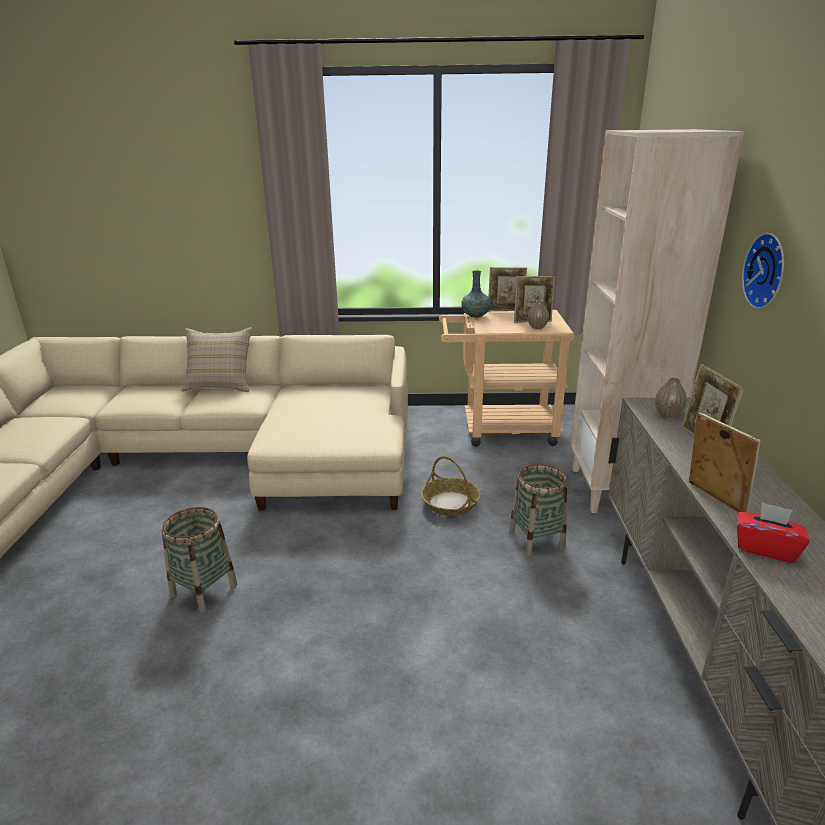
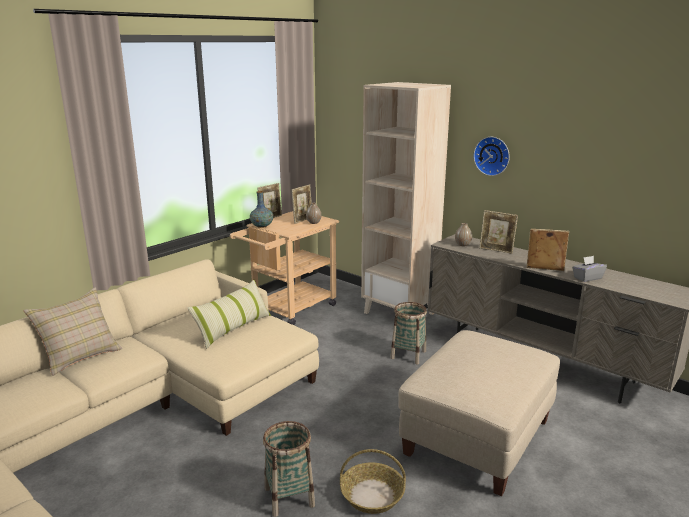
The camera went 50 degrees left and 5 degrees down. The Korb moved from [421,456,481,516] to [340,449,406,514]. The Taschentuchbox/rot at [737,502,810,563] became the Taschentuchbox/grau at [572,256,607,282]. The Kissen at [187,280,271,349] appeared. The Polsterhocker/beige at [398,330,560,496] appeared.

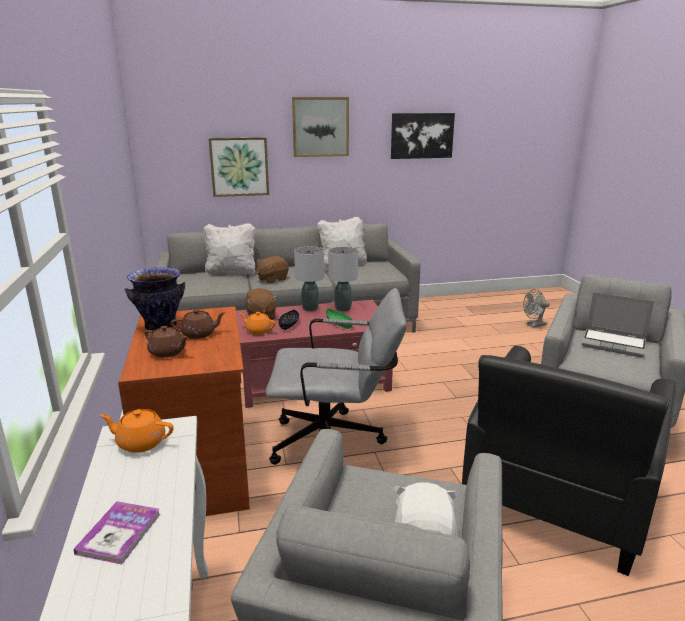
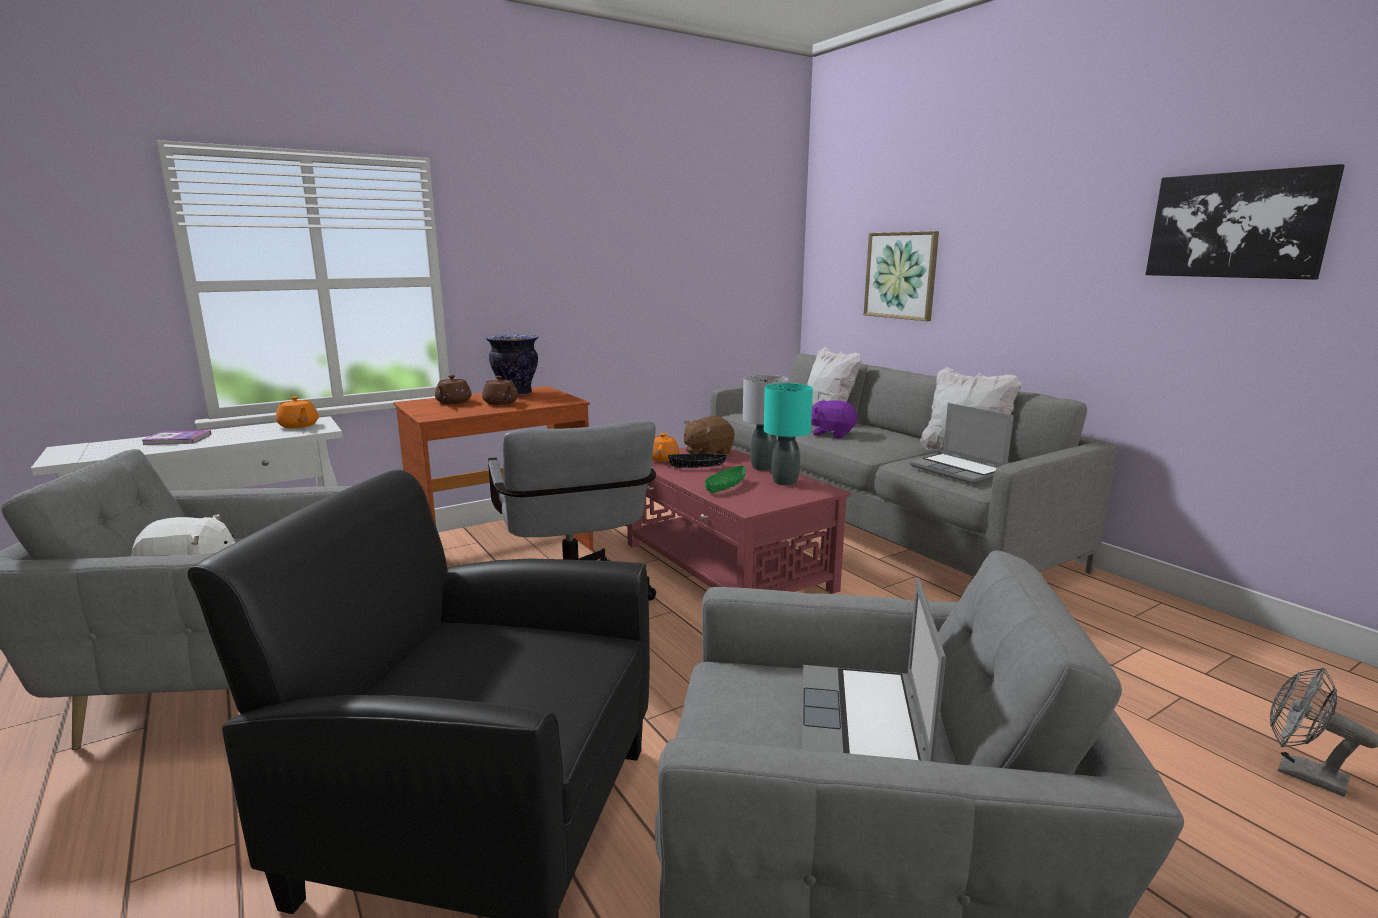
The camera went 70 degrees right and 5 degrees down. The Teekanne/orange at [100,409,174,453] turned 150 degrees clockwise. The Plüschtier/braun at [256,256,289,283] became the Plüschtier/lila at [811,400,857,439]. The Bild at [292,97,349,157] disappeared. The Tischlampe/grau at [328,247,358,311] became the Tischlampe/türkis at [764,383,813,486]. The Laptop at [910,403,1014,484] appeared.

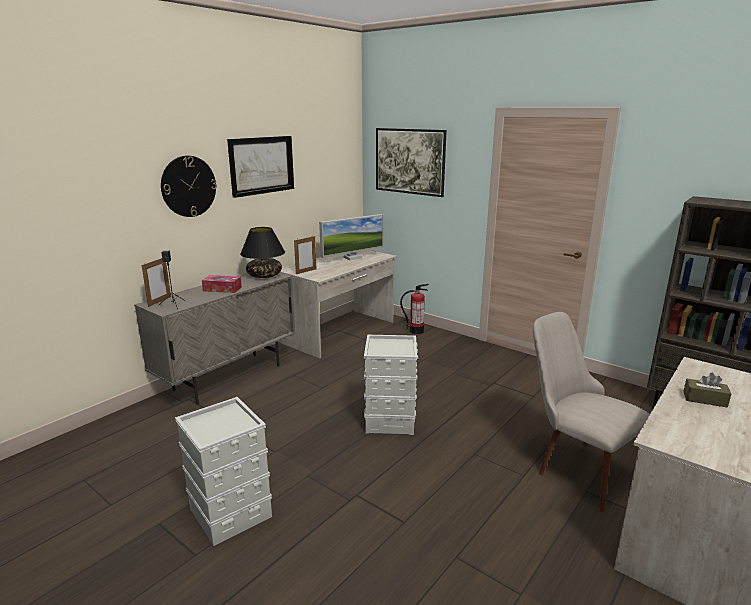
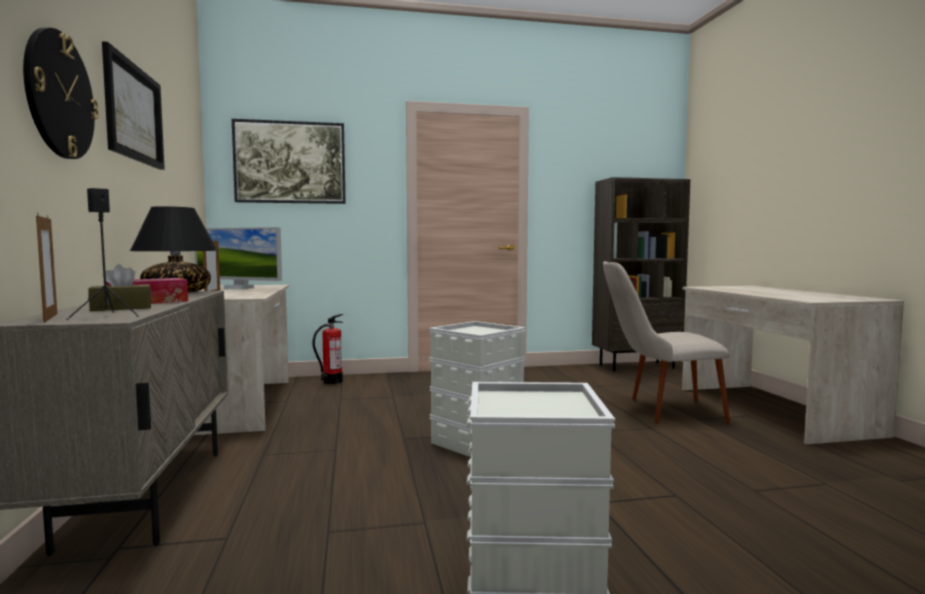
The camera went 50 degrees left and 15 degrees down. The Monitor at [319,214,384,260] turned 105 degrees clockwise. The Taschentuchbox/braun moved from [683,373,731,408] to [88,264,151,311].

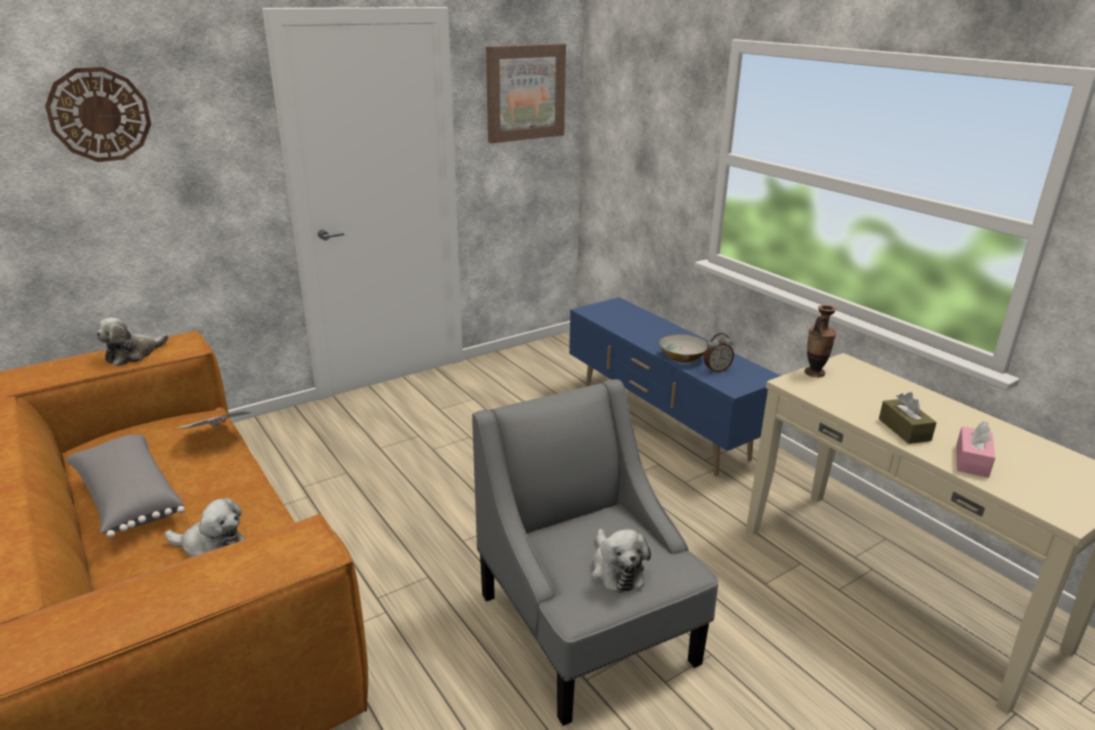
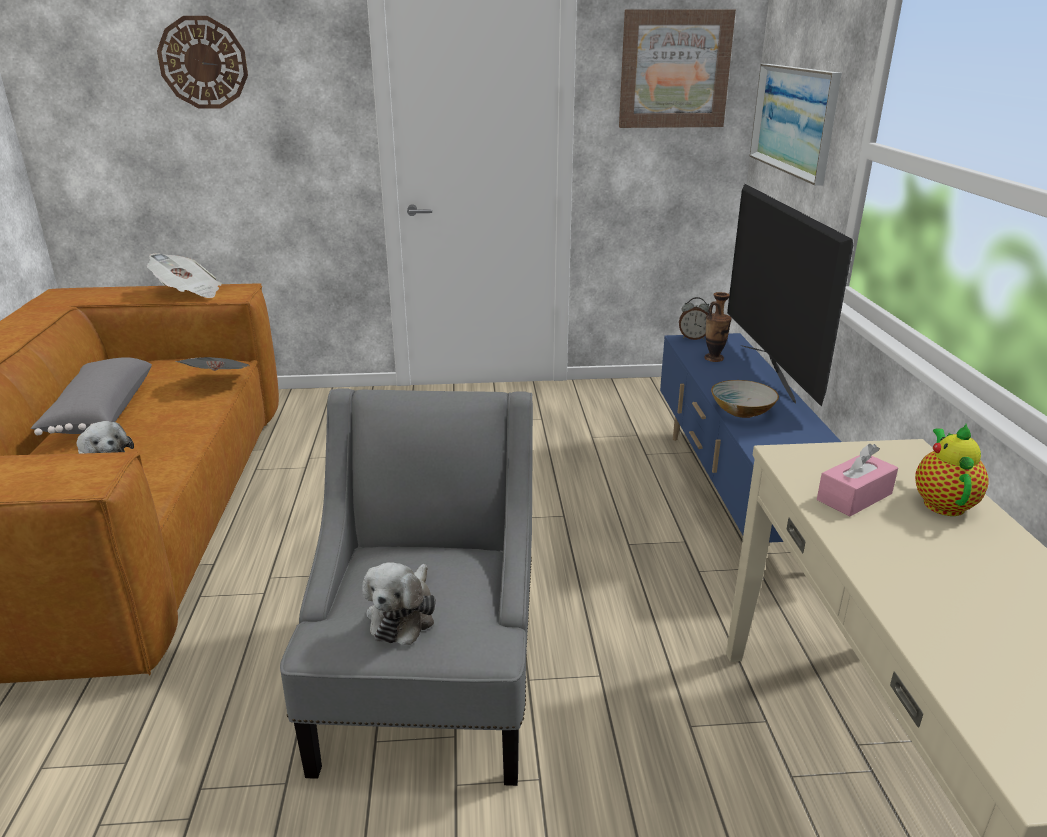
The camera went 30 degrees right and 0 degrees up. The Plüschtier at [96,317,169,366] was replaced by the Zeitung at [147,253,222,298]. The Wecker moved from [704,333,734,372] to [679,297,710,340]. The Vase moved from [804,305,836,377] to [704,292,732,362]. The Taschentuchbox/braun at [879,392,937,444] disappeared. The Taschentuchbox/rosa moved from [956,421,995,478] to [817,444,898,517]. The Fernseher at [727,184,853,407] appeared. The Bild at [750,64,842,186] appeared. The Teekanne at [915,424,989,516] appeared.

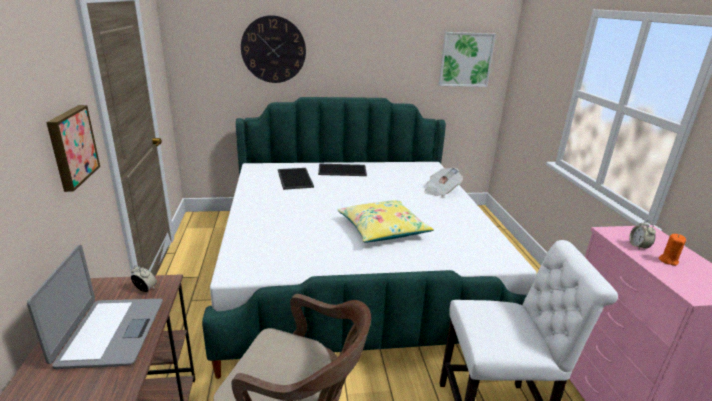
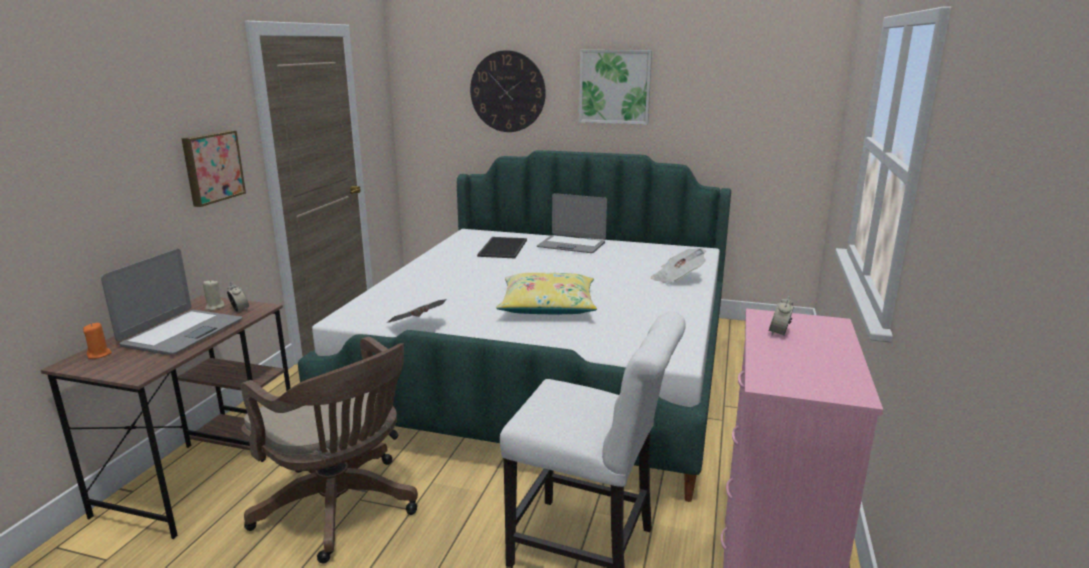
The camera went 25 degrees right and 5 degrees down. The Tablett at [318,164,367,176] was replaced by the Laptop at [537,193,607,253]. The Bild moved from [439,32,496,87] to [579,50,652,125]. The Kerze/orange moved from [659,234,686,266] to [83,323,112,359]. The Kerze/beige at [203,280,225,311] appeared. The Zeitung at [387,299,446,323] appeared.

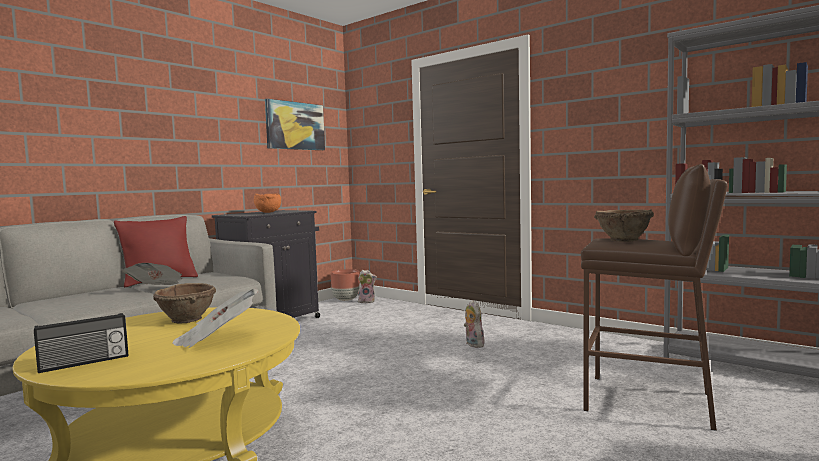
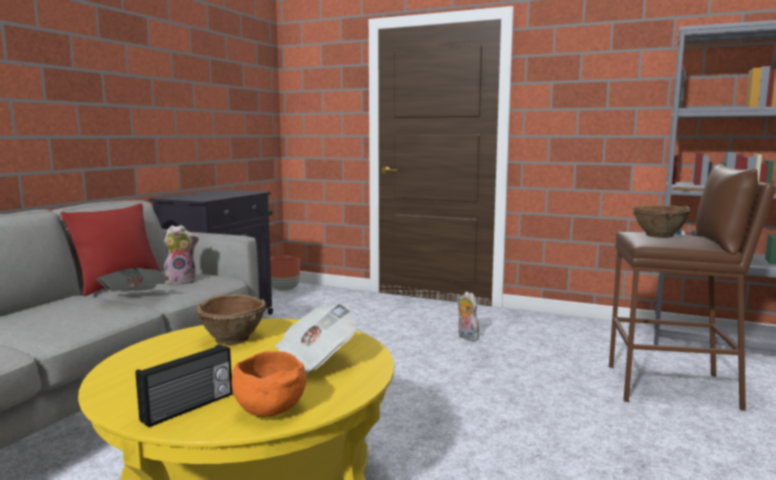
The camera went 15 degrees left and 5 degrees up. The Schüssel/orange moved from [254,194,281,213] to [232,351,307,417]. The Bild at [265,99,325,150] disappeared. The Plüschtier moved from [358,270,377,303] to [164,225,199,285].

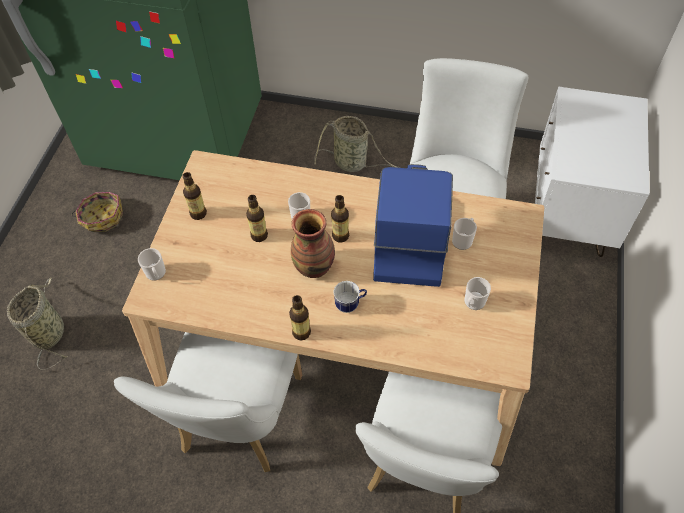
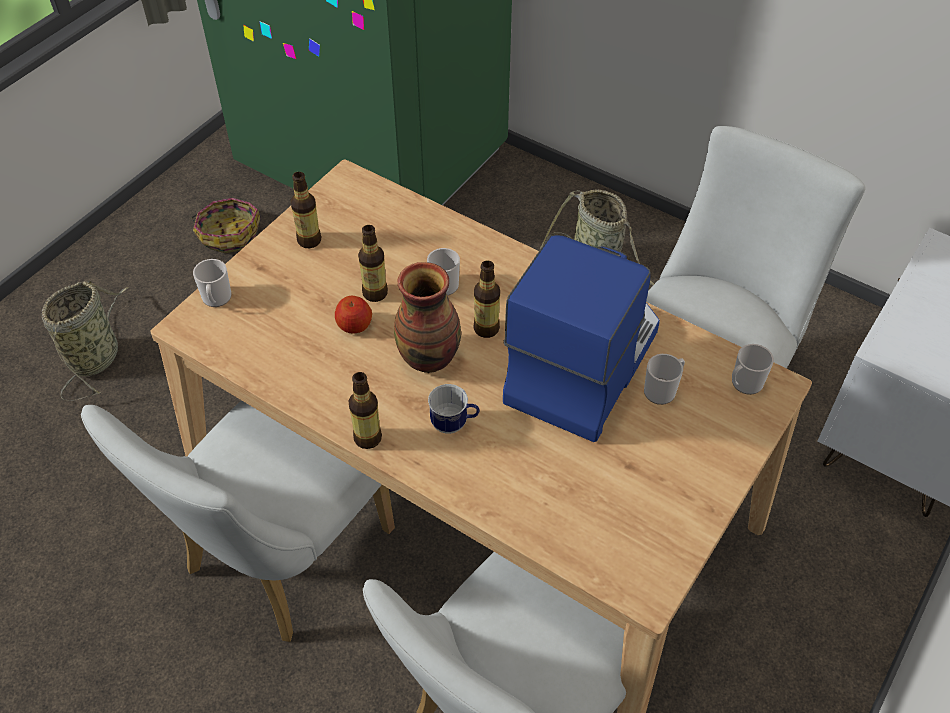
The camera went 20 degrees right and 5 degrees down. The Henkelbecher moved from [464,277,491,310] to [732,344,774,395]. The Apfel at [335,296,372,333] appeared.

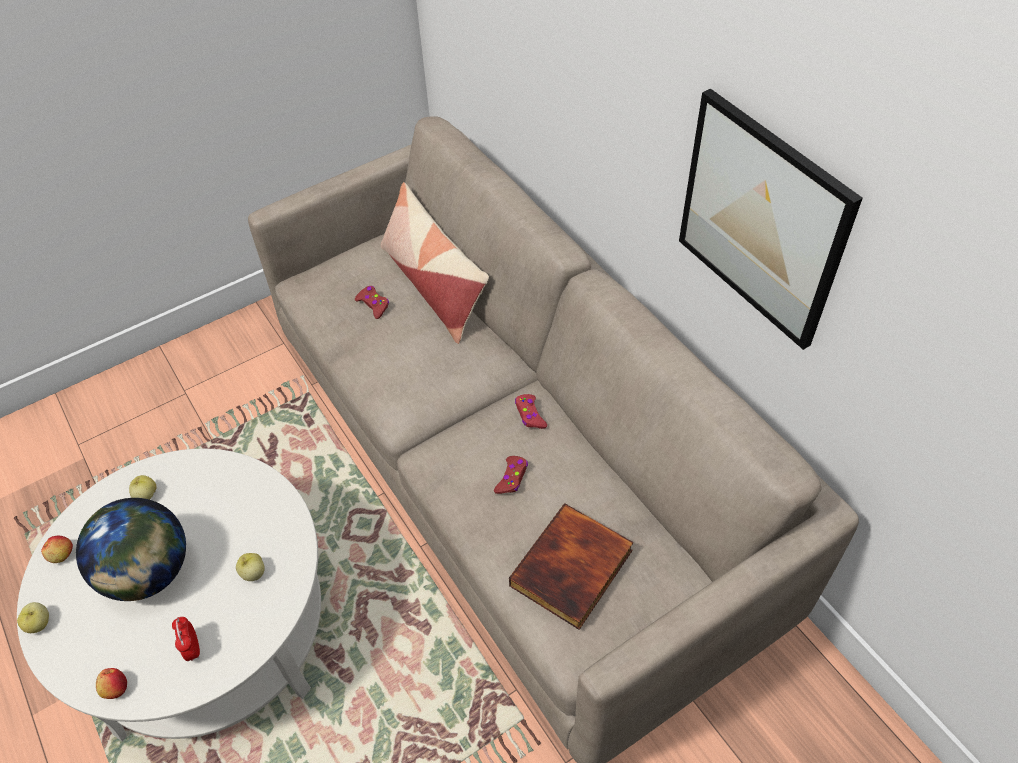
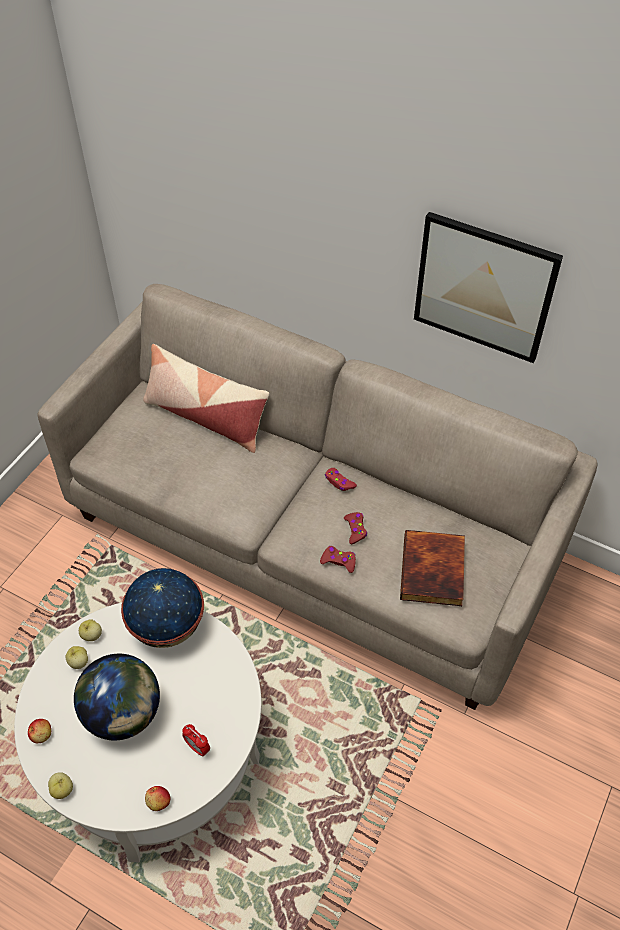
The camera went 30 degrees left and 0 degrees up. The Apfel moved from [236,553,265,581] to [79,619,102,641]. The Gamepad/rot moved from [355,286,389,319] to [320,546,356,573]. The Globus at [121,568,204,648] appeared.

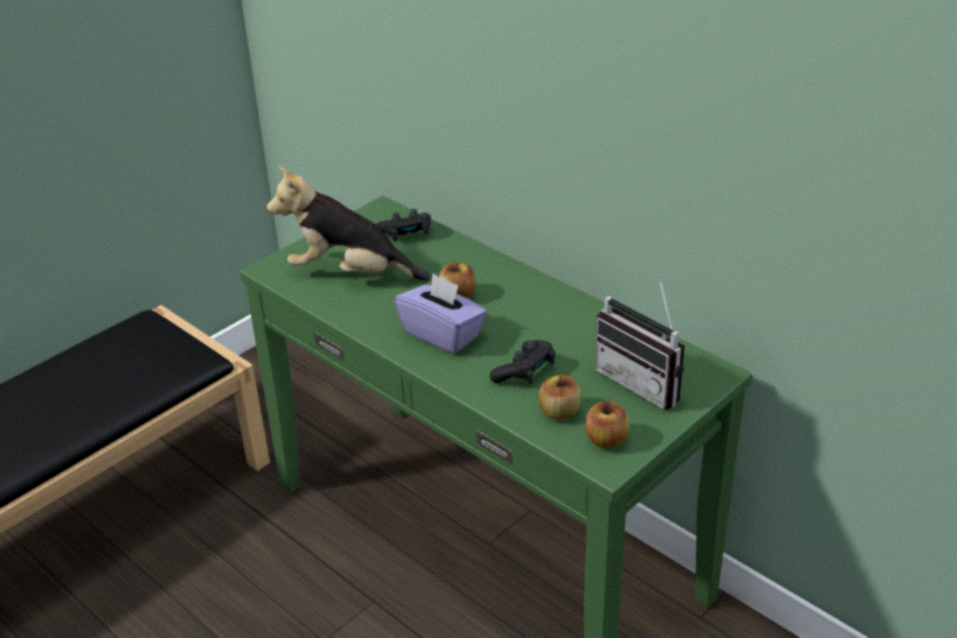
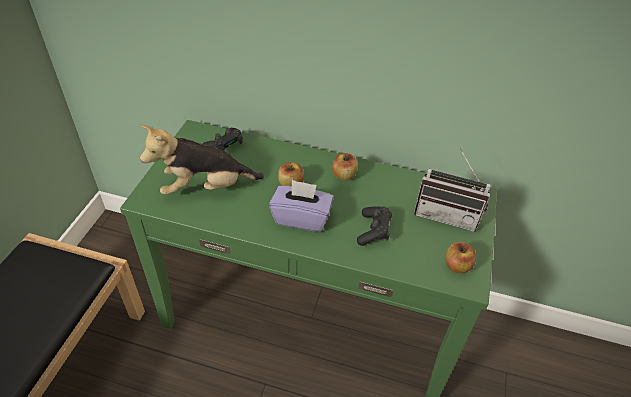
The camera went 30 degrees left and 10 degrees up. The Apfel moved from [539,375,581,421] to [332,153,358,181].

